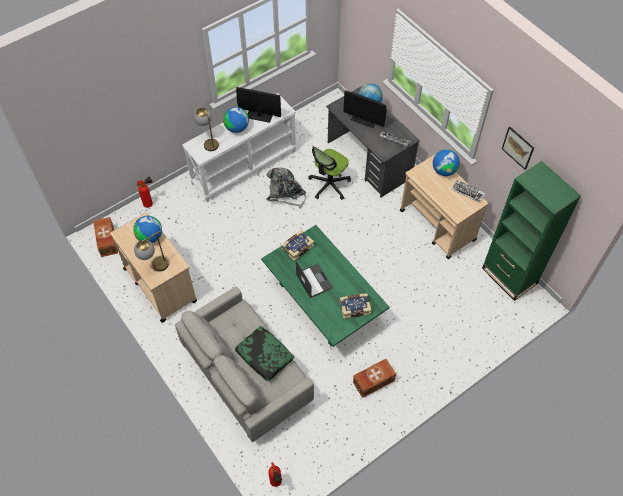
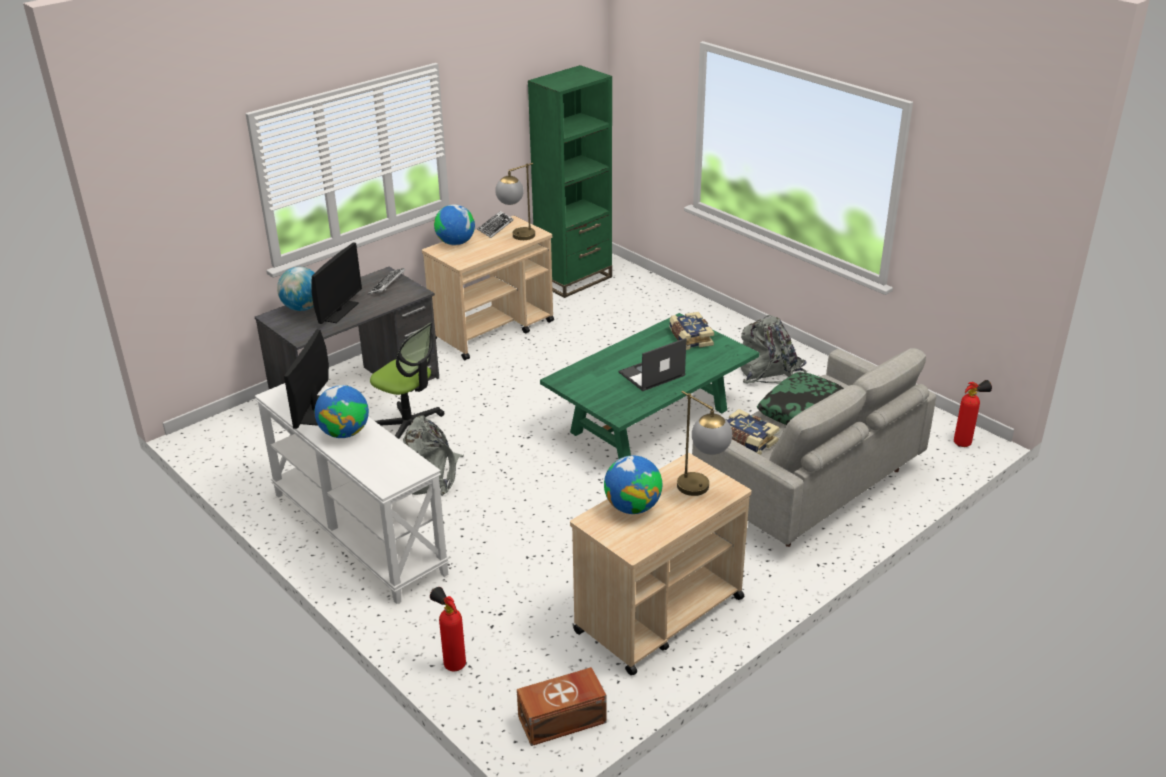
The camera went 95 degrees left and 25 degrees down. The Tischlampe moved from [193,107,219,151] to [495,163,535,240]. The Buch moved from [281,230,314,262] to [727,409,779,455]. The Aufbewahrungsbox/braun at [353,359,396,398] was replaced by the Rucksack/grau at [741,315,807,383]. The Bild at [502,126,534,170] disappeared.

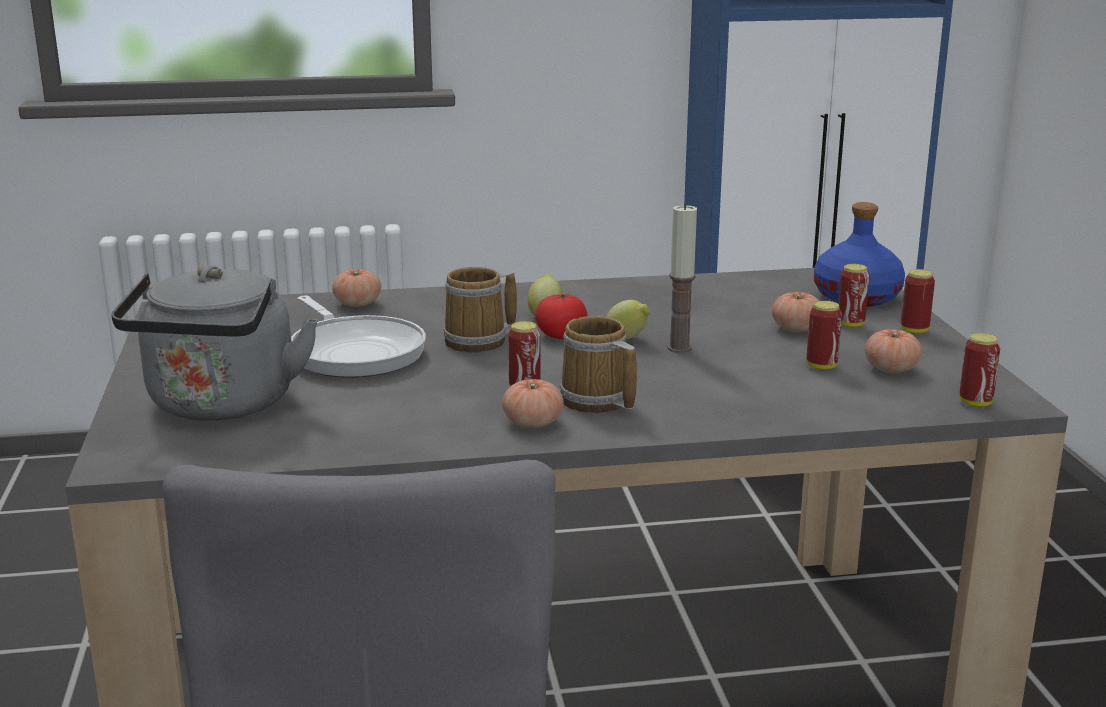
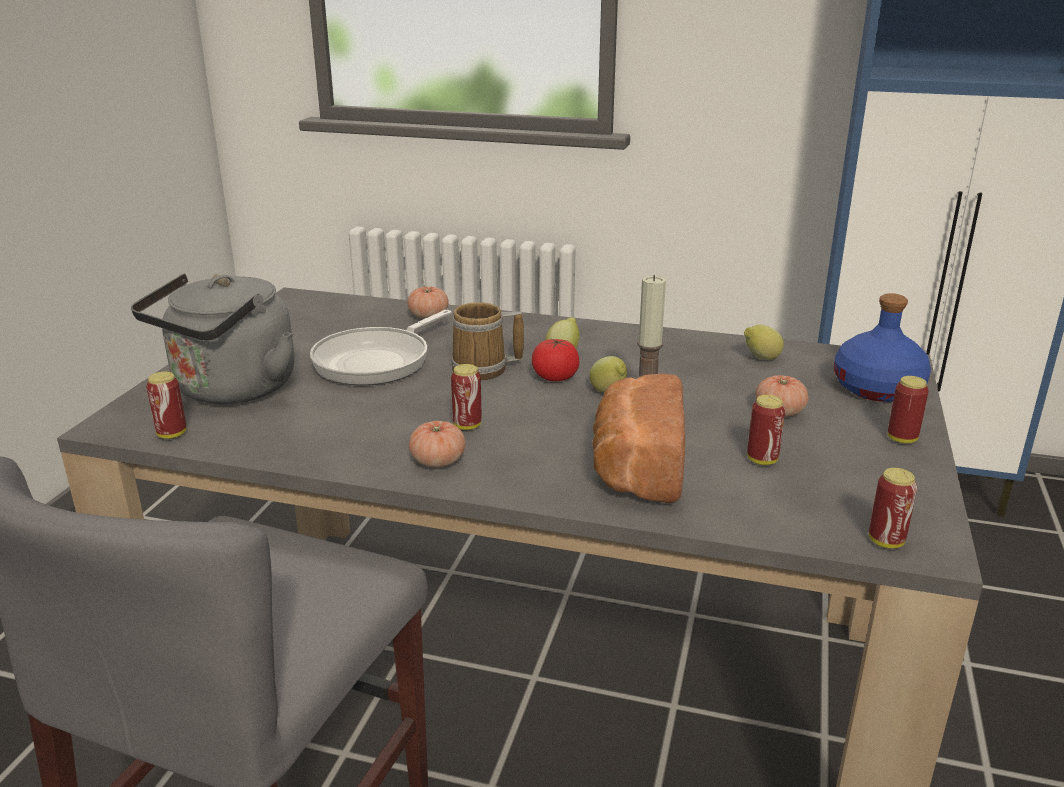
The camera went 25 degrees right and 5 degrees up. The Pfanne at [291,296,426,378] turned 45 degrees clockwise. The Henkelbecher at [559,316,637,413] disappeared. The Dose moved from [838,264,870,328] to [146,372,186,439]. The Tomate at [865,329,922,373] disappeared. The Brot at [593,374,685,503] appeared. The Zitrone at [744,324,784,360] appeared.

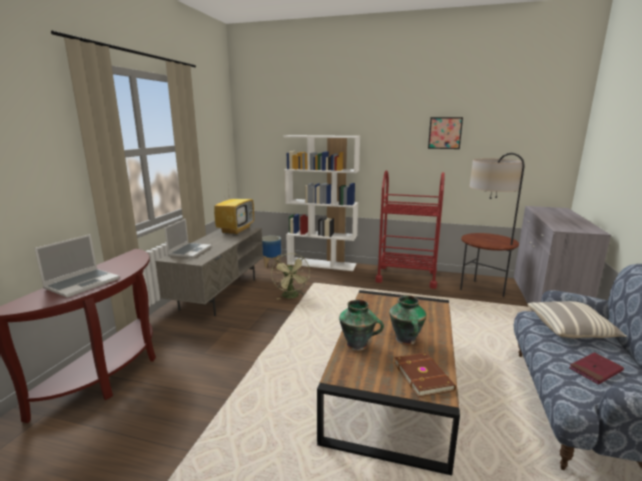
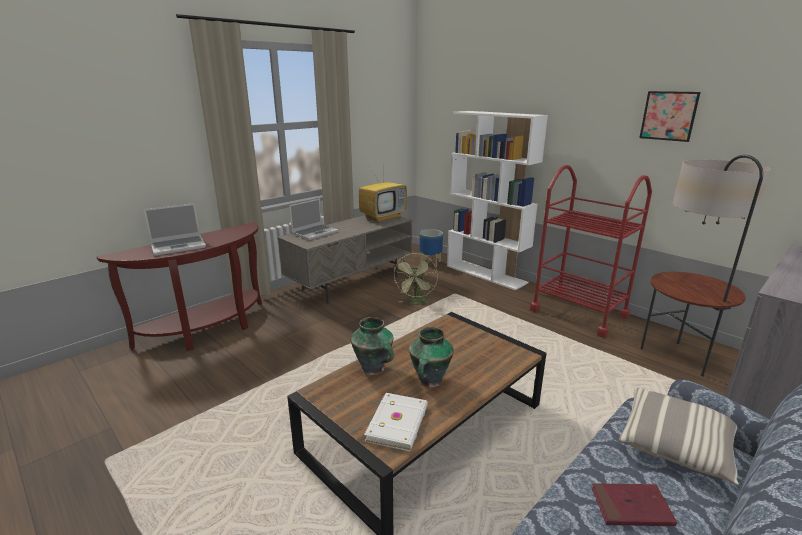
The camera went 30 degrees right and 5 degrees up. The Buch/braun at [394,352,456,397] became the Buch/weiß at [364,393,428,451].

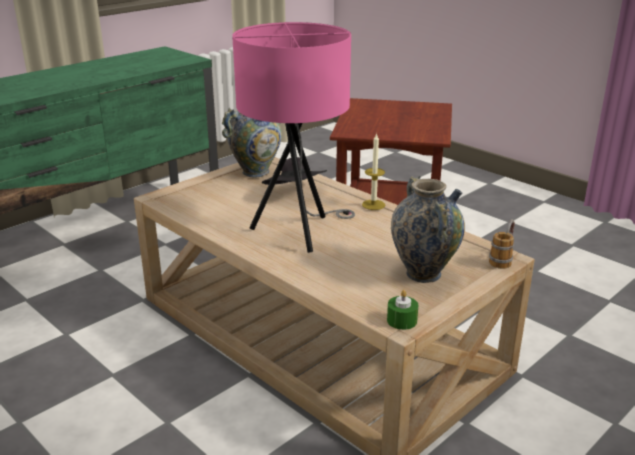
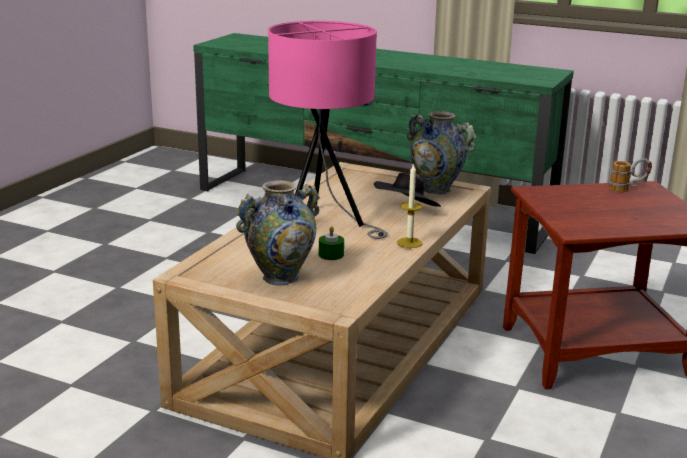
The camera went 70 degrees right and 5 degrees down. The Kerze/grün moved from [387,290,418,330] to [319,226,344,260]. The Henkelbecher moved from [489,219,515,269] to [609,158,652,192].

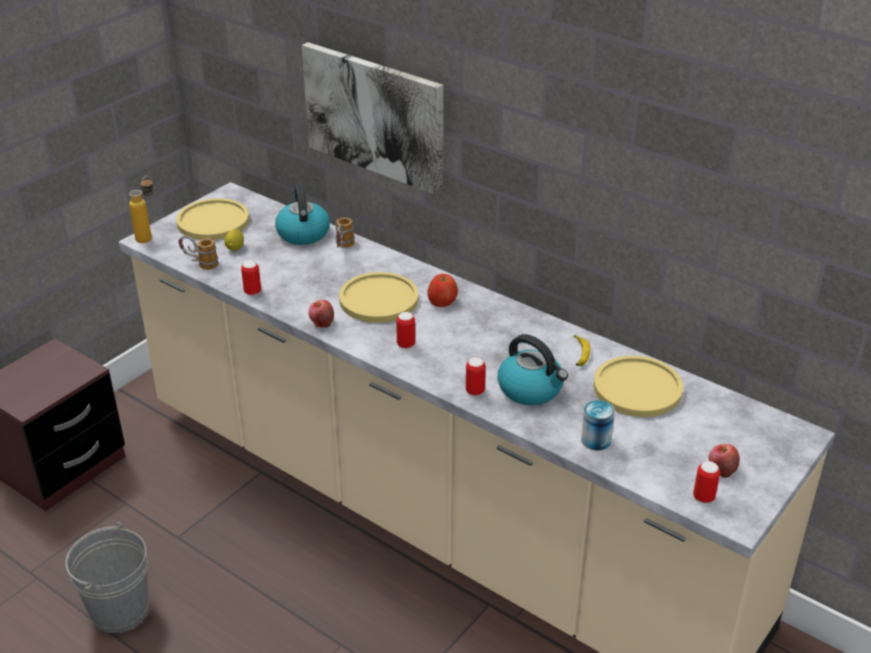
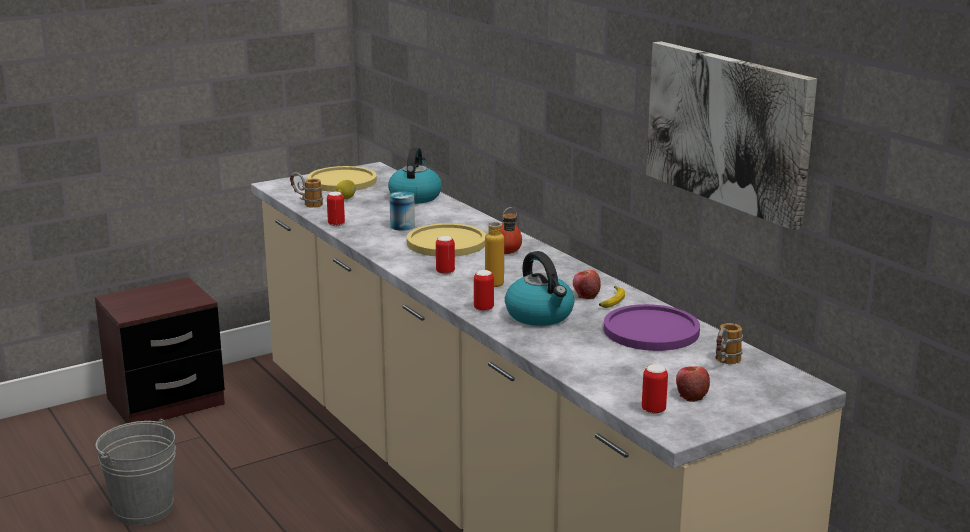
The camera went 20 degrees right and 15 degrees down. The Flasche moved from [129,176,153,243] to [485,207,517,287]. The Bild moved from [302,42,443,195] to [646,41,817,230]. The Apfel moved from [308,300,334,328] to [573,270,601,299]. The Henkelbecher moved from [335,217,355,248] to [715,323,743,364]. The Dose moved from [581,400,615,451] to [389,191,415,231]. The Teller/gelb at [593,356,683,417] became the Teller/lila at [604,304,700,351].

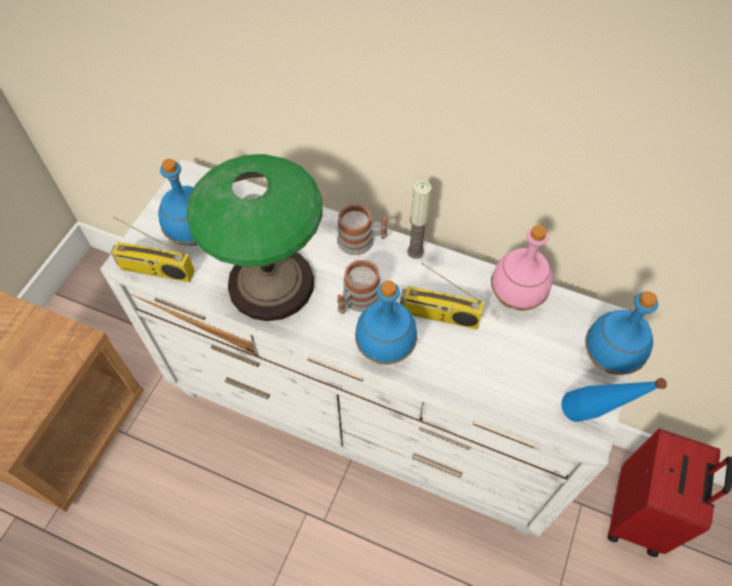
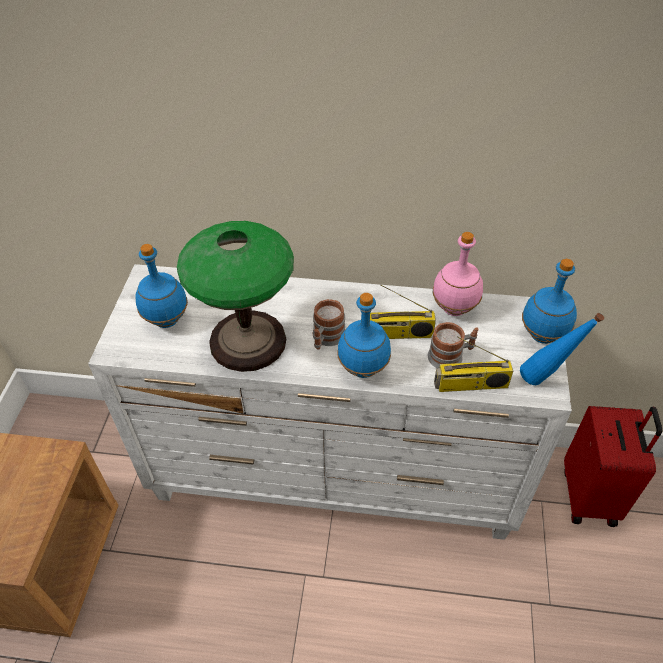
The camera went 15 degrees left and 10 degrees down. The Radio moved from [110,217,195,282] to [434,336,513,392]. The Henkelbecher moved from [337,204,388,255] to [428,322,479,368]. The Kerze at [407,180,432,259] disappeared.

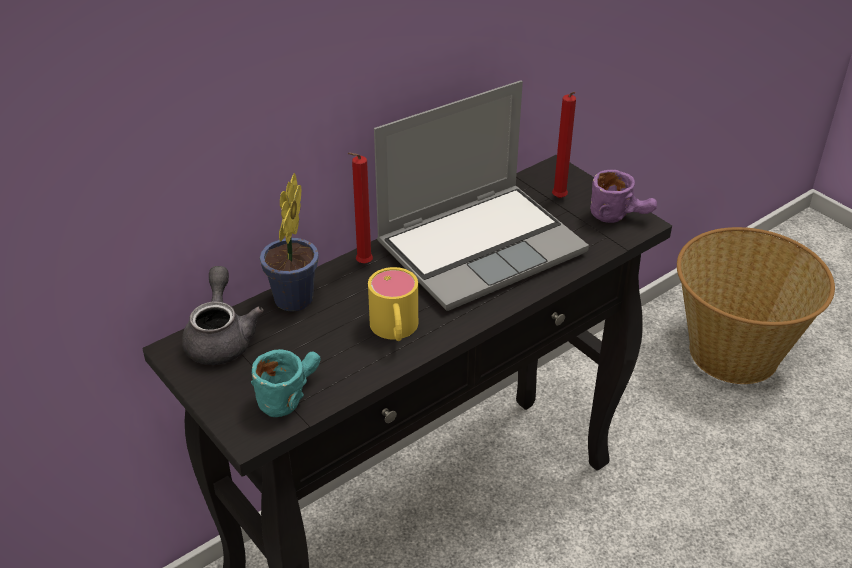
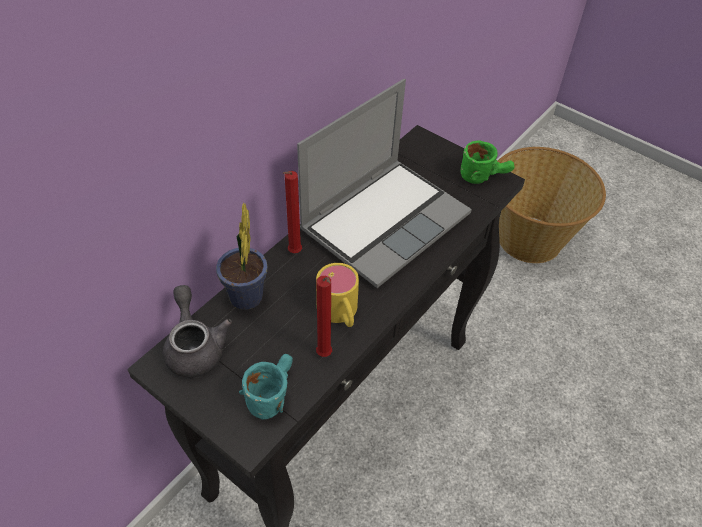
The camera went 15 degrees left and 10 degrees up. The Kerze/rot moved from [552,92,576,198] to [316,276,332,357]. The Henkelbecher/lila at [590,170,657,223] became the Henkelbecher/grün at [461,140,515,184].

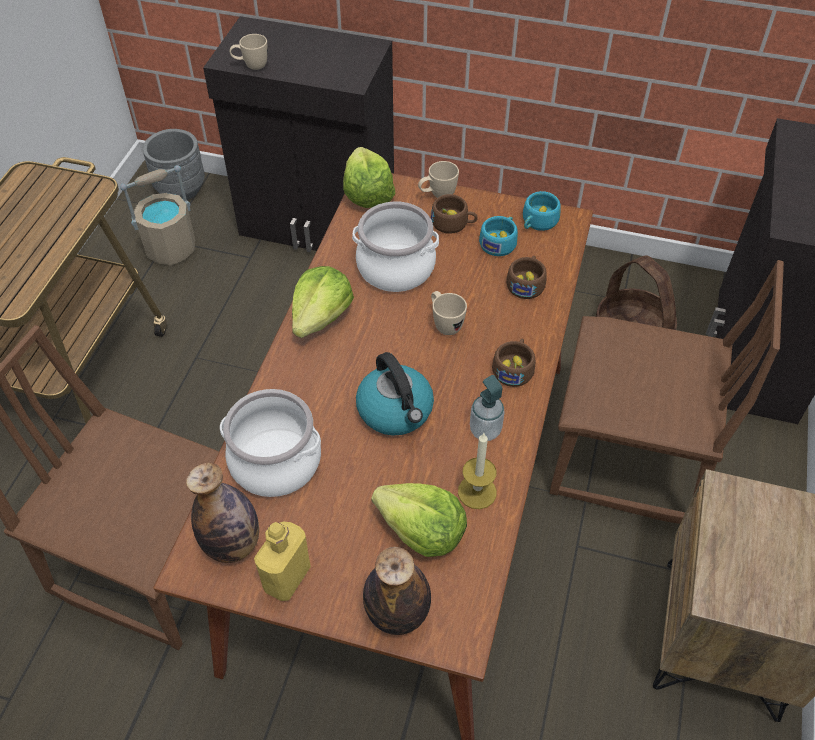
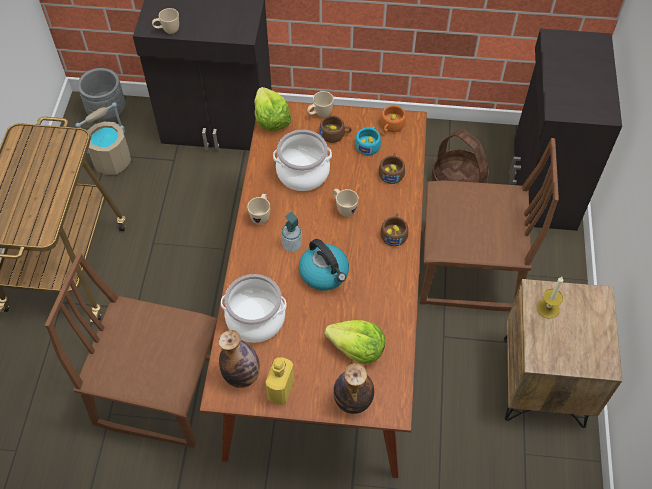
The camera went 10 degrees left and 5 degrees up. The Salatkopf at [292,266,354,338] was replaced by the Henkelbecher/beige at [247,194,270,225]. The Kerze moved from [458,433,497,509] to [537,277,563,319]. The Seifenspender moved from [470,375,505,441] to [281,212,302,252]. The Tasse/türkis at [523,191,561,231] became the Tasse/orange at [381,105,406,133].

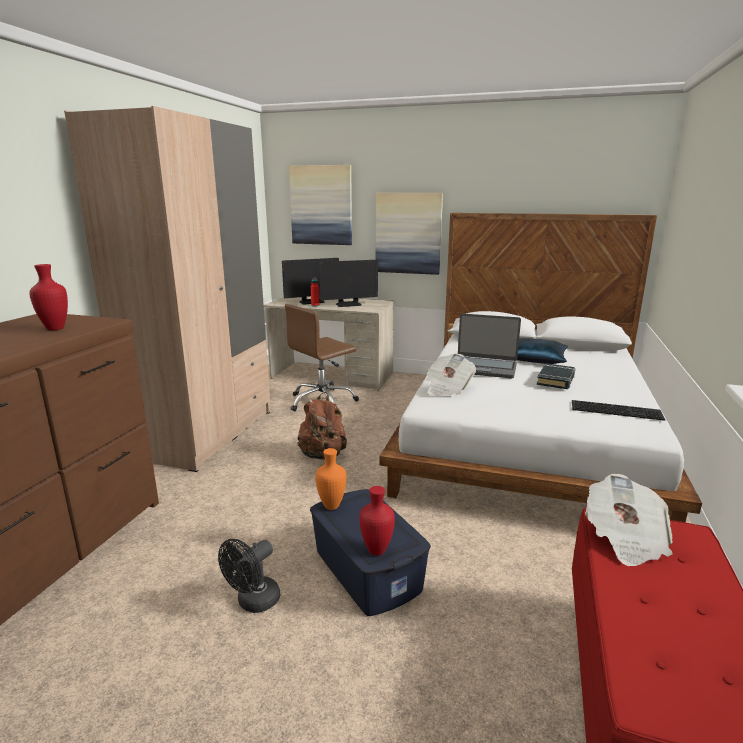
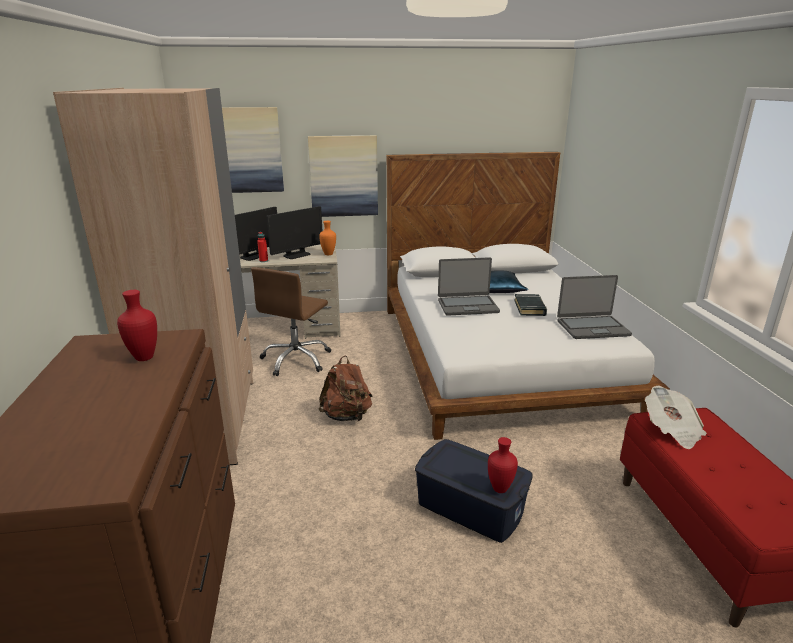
The camera went 25 degrees left and 5 degrees up. The Ventilator/schwarz at [218,539,280,613] disappeared. The Vase/orange moved from [315,448,346,510] to [319,221,336,255]. The Zeitung at [426,353,476,396] disappeared. The Tastatur at [572,400,665,421] was replaced by the Laptop at [557,275,632,339].

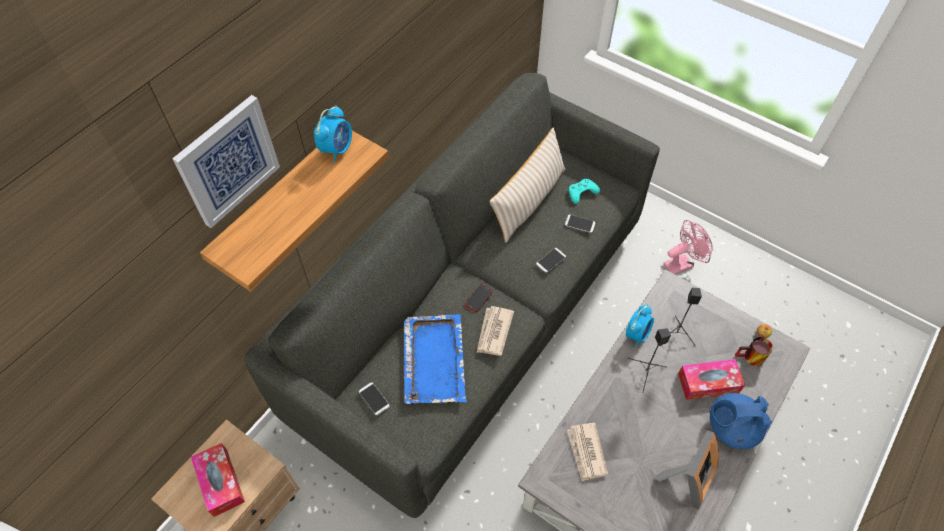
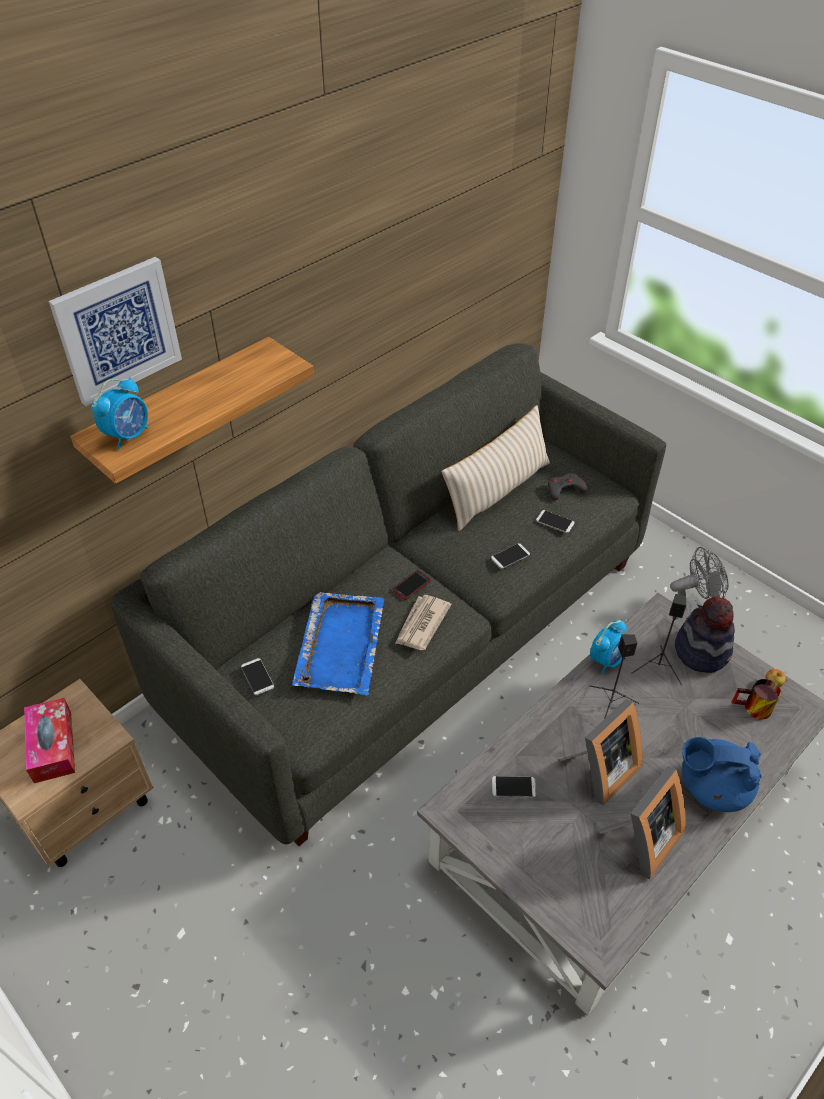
The camera went 10 degrees right and 10 degrees down. The Wecker moved from [314,105,352,163] to [91,377,148,450]. The Zeitung at [567,423,608,481] was replaced by the Handy at [492,776,536,797]. The Gamepad/türkis at [569,179,600,204] became the Gamepad/grau at [548,473,587,500]. The Ventilator/rosa at [663,220,713,274] became the Ventilator/grau at [670,547,729,614]. The Taschentuchbox at [678,359,745,400] disappeared. The Bilderrahmen at [558,699,643,805] appeared. The Hut at [675,596,735,673] appeared.

